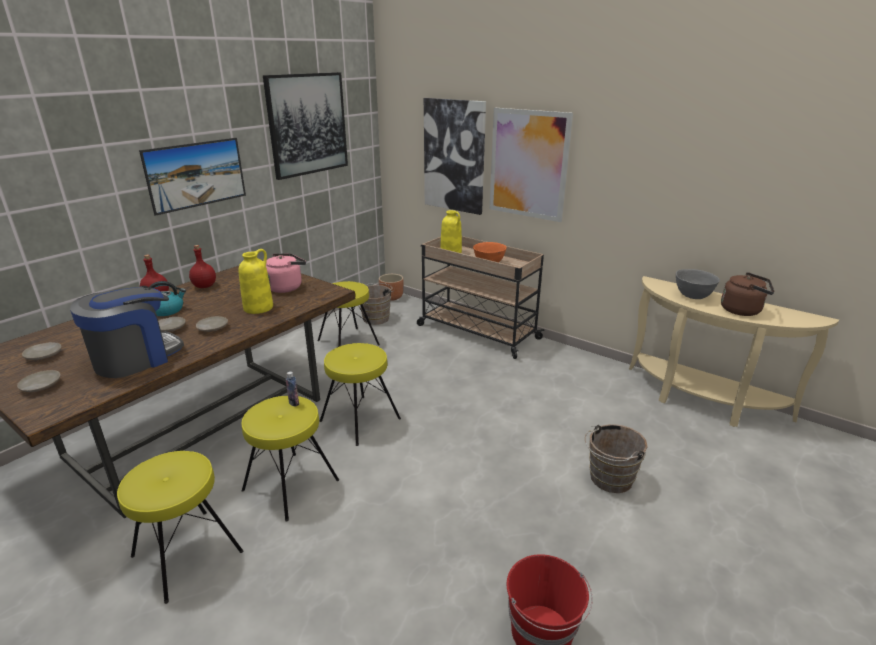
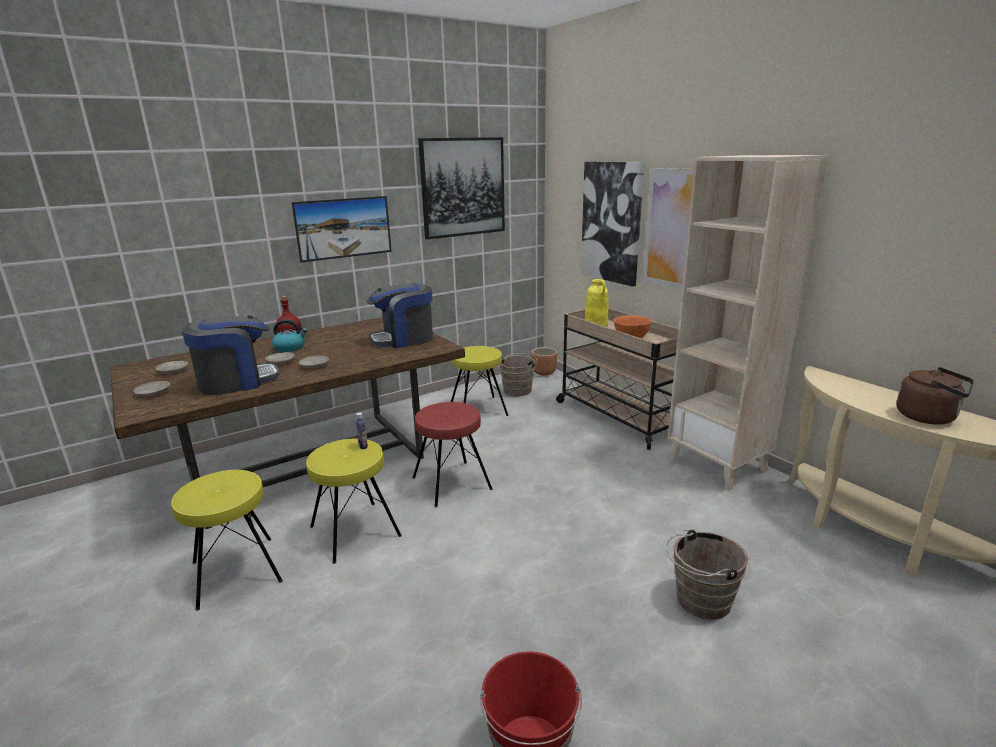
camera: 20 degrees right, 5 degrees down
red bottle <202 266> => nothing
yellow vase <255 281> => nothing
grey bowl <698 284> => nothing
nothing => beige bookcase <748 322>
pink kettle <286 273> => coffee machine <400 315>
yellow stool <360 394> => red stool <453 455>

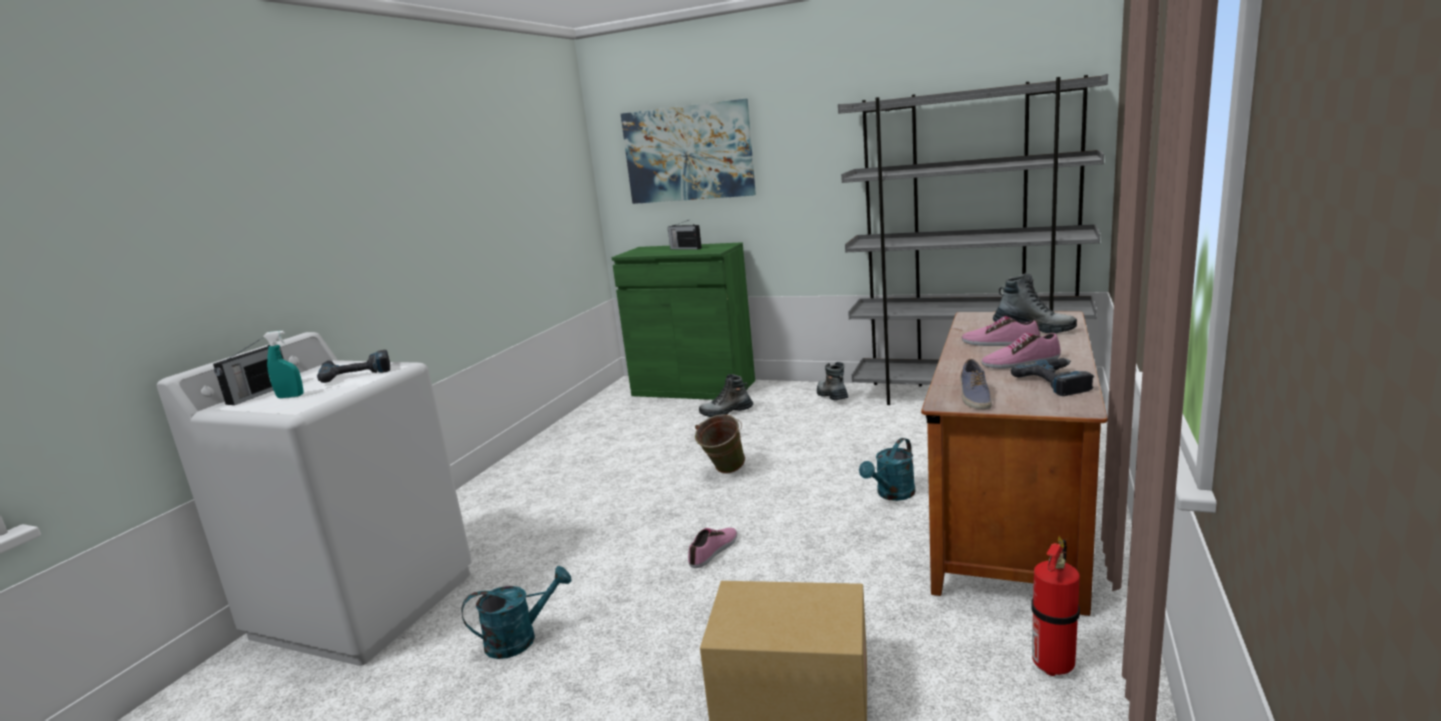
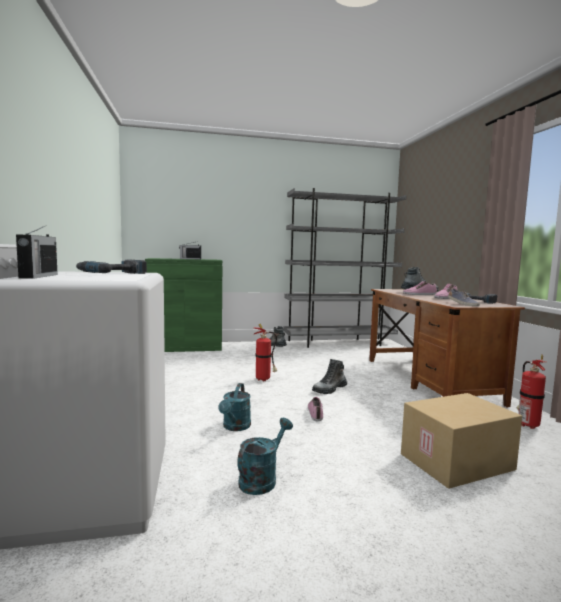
camera: 35 degrees left, 10 degrees down
turquoise spray bottle <283 364> => nothing
picture <688 151> => nothing
boot <726 395> => boot <329 376>, move
turquoise watering can <887 469> => turquoise watering can <234 407>, move
green bucket <720 444> => fire extinguisher <265 352>

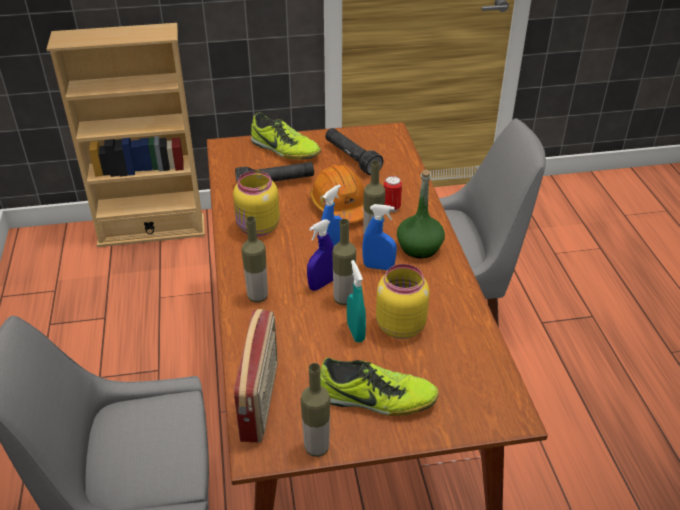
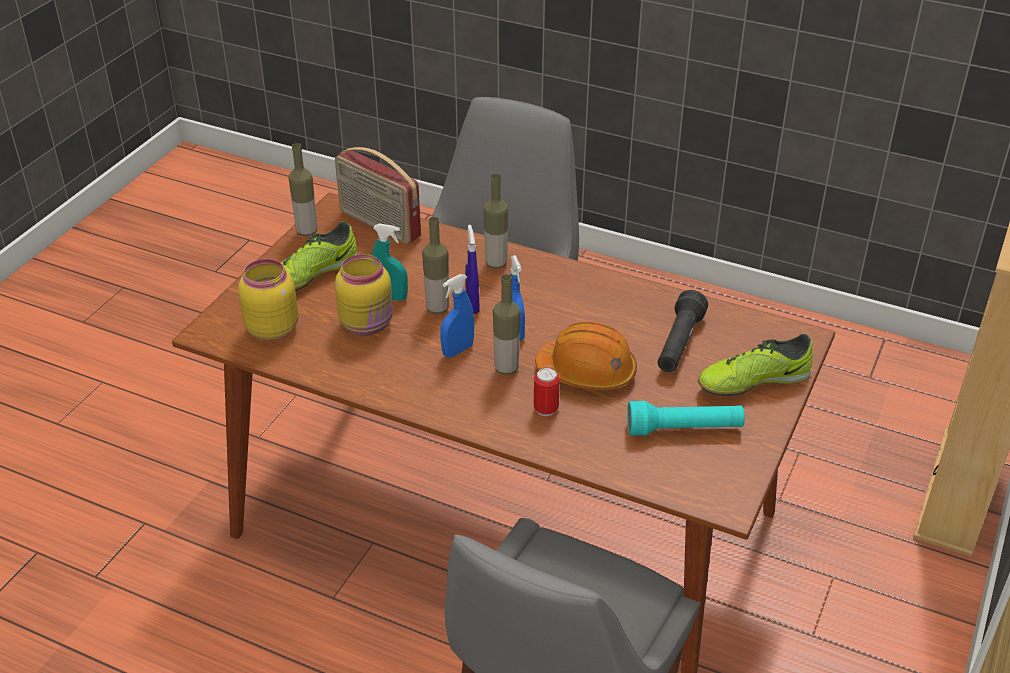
camera: 125 degrees right, 0 degrees up
green bottle <421 214> => nothing
yellow jar <256 203> => yellow jar <268 300>, move
black flashlight <354 151> => turquoise flashlight <686 418>

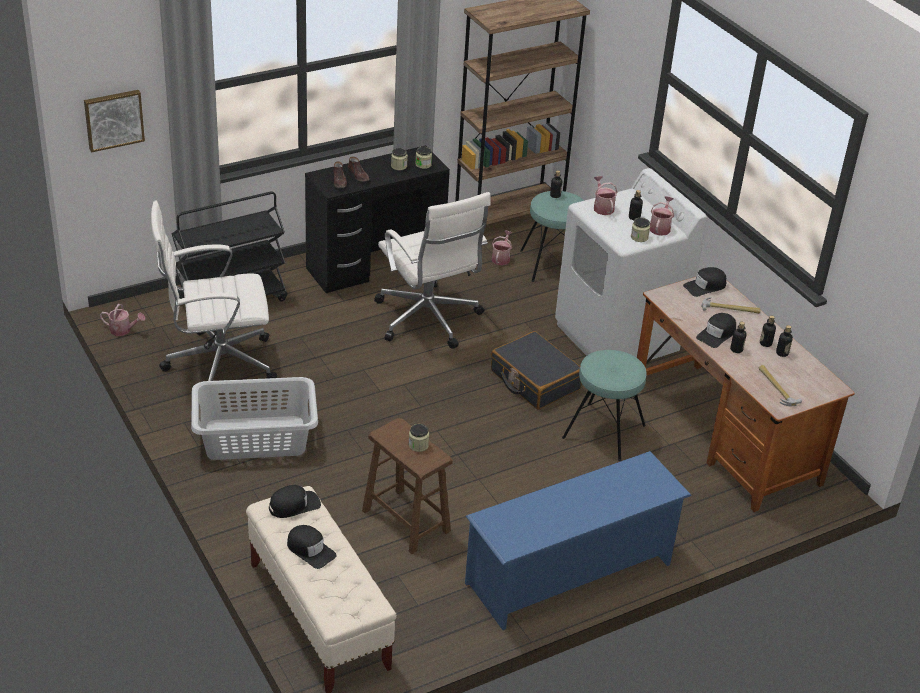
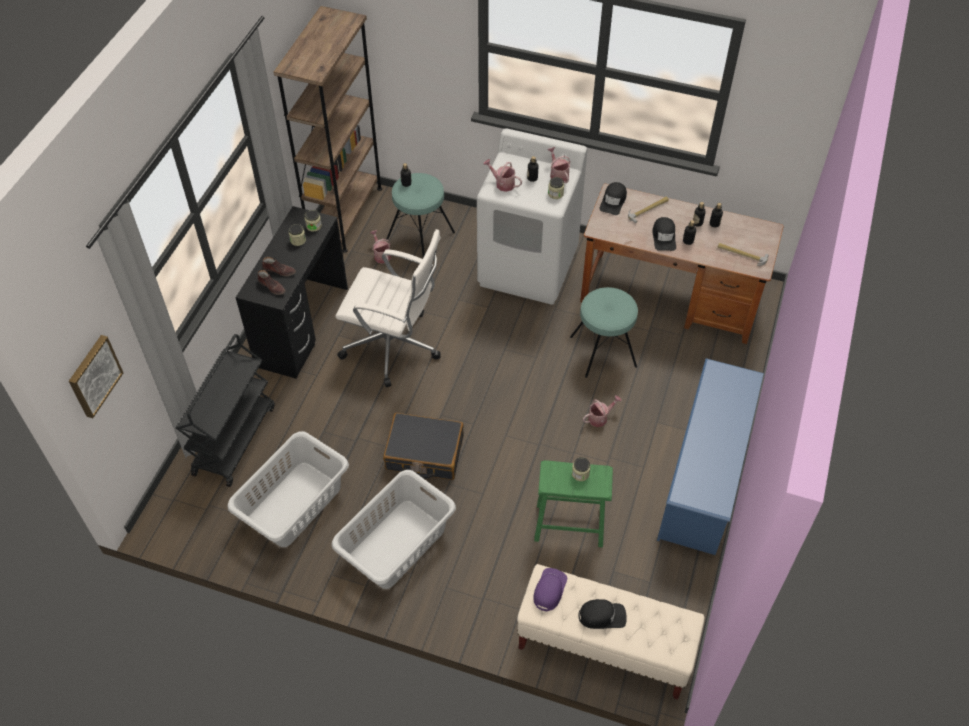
camera: 40 degrees left, 15 degrees up
watering can <122 320> => watering can <602 411>, move
black suitcase <536 370> => black suitcase <423 446>, move
white office chair <214 291> => grey laundry basket <288 489>
black cap <295 501> => purple cap <550 589>
brown stool <407 486> => green stool <573 503>

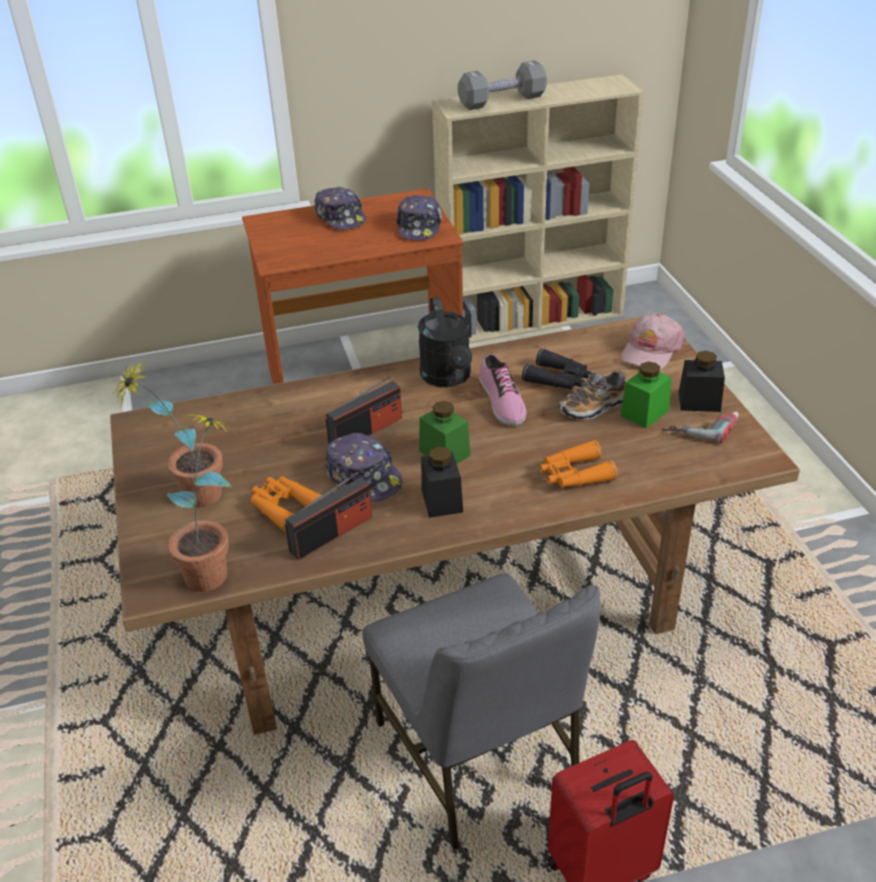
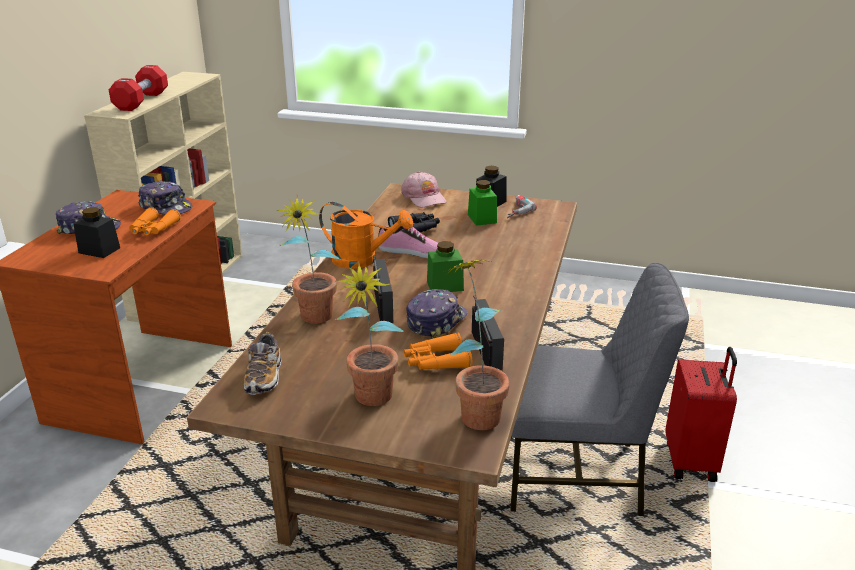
camera: 60 degrees left, 10 degrees down
nothing => potted plant <308 259>
black jar <442 482> => black jar <96 232>, move
orange binoculars <578 464> => orange binoculars <155 221>, move
shoe <593 395> => shoe <263 363>, move
black watering can <445 342> => orange watering can <366 235>
grey dumbbell <502 85> => red dumbbell <138 88>
cap <363 467> => cap <436 314>, 45 degrees counterclockwise

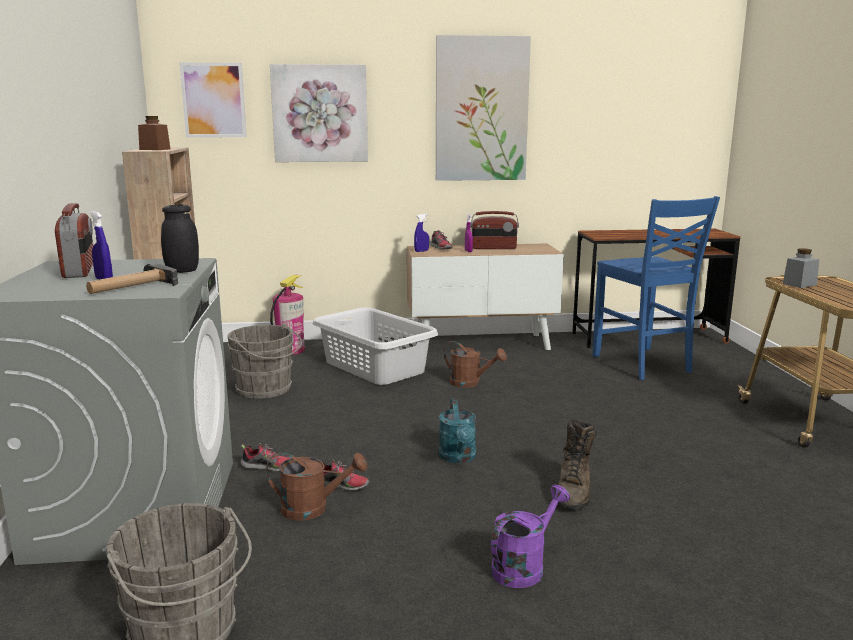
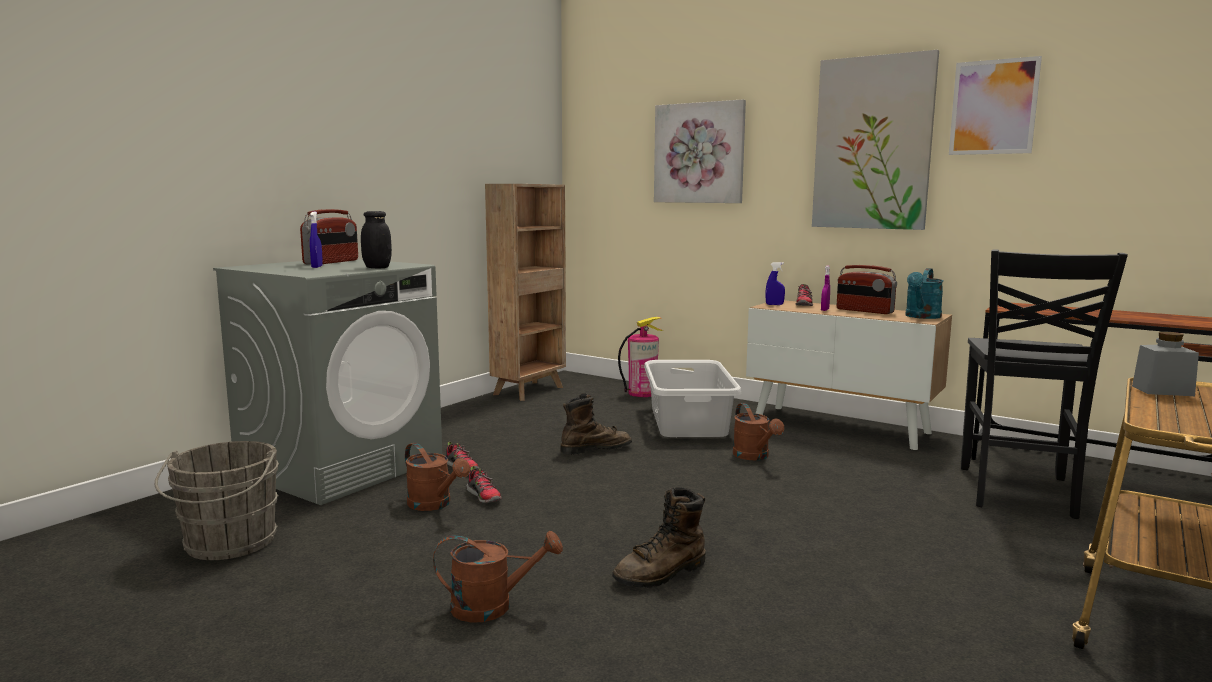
camera: 40 degrees right, 5 degrees down
hammer <132 279> => nothing
brown jar <154 133> => nothing
grey bucket <265 361> => nothing
nothing => brown boot <596 424>
picture <213 99> => picture <995 105>, move
turquoise watering can <457 431> => turquoise watering can <924 293>, move
purple watering can <530 536> => brown watering can <498 577>
blue chair <656 288> => black chair <1044 384>

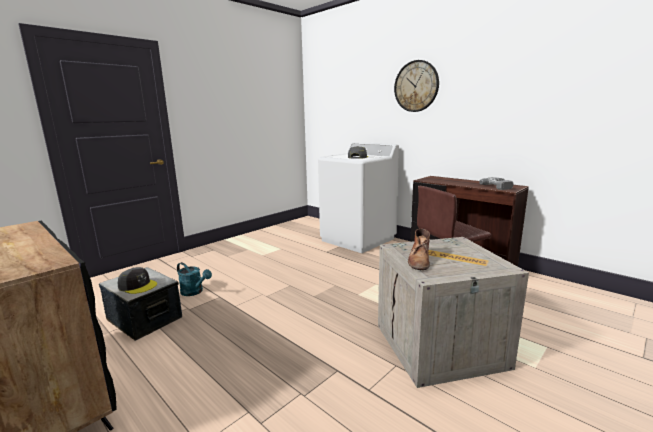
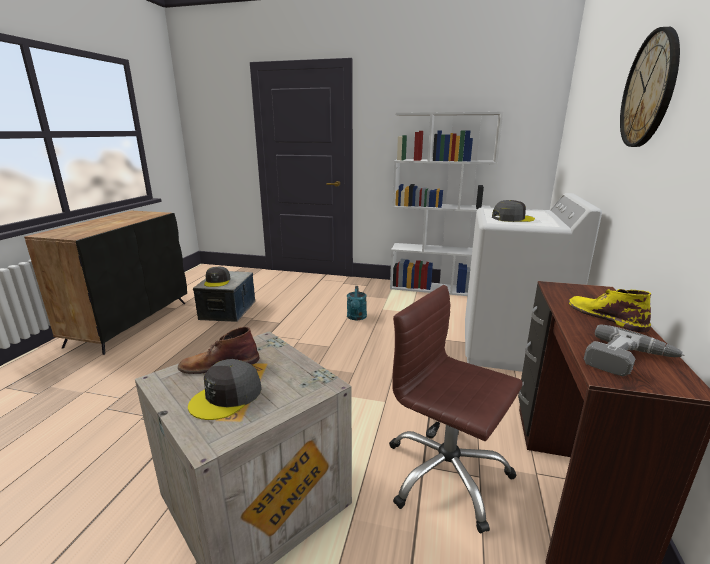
camera: 60 degrees right, 5 degrees up
nothing => grey cap <225 389>
nothing => white bookcase <446 204>
nothing => yellow boot <610 310>
turquoise watering can <194 279> => turquoise watering can <357 303>, move

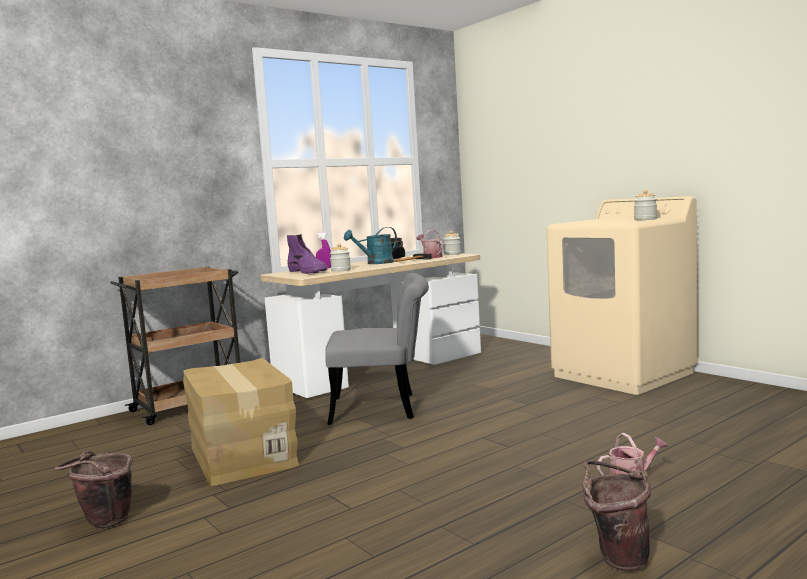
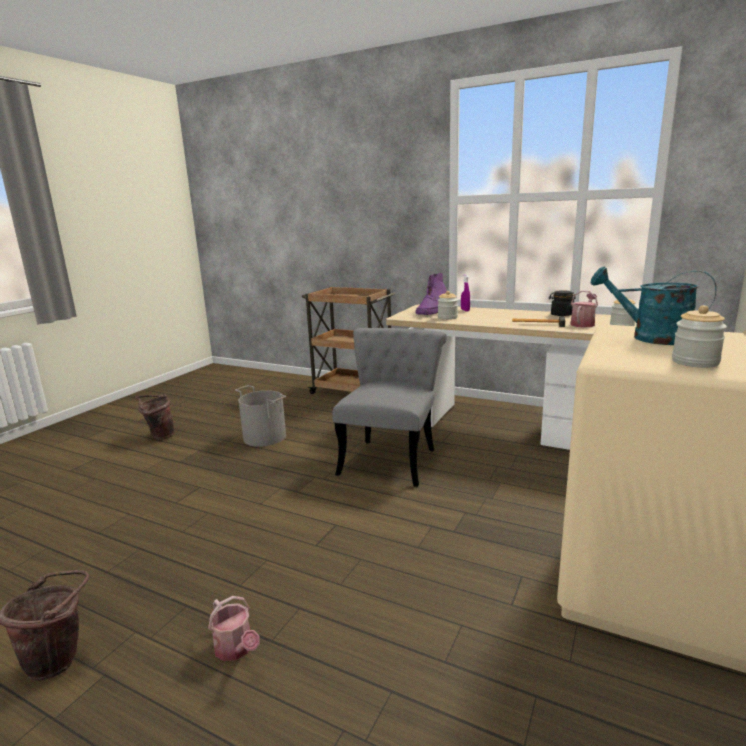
camera: 65 degrees right, 10 degrees up
turquoise watering can <370 245> => turquoise watering can <654 305>, move
cardboard box <241 422> => grey bucket <260 416>
grey chair <377 349> => grey chair <389 407>, 135 degrees counterclockwise

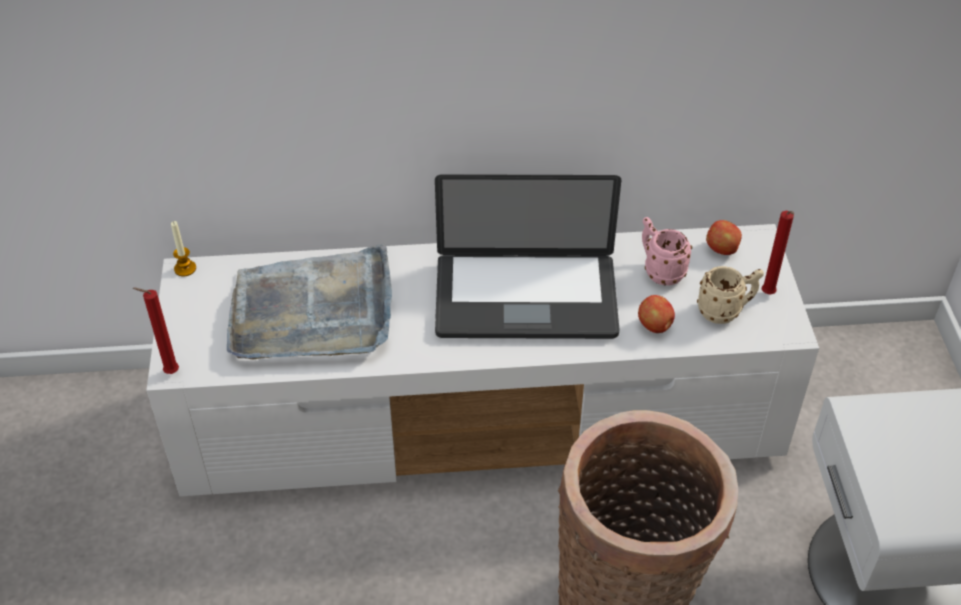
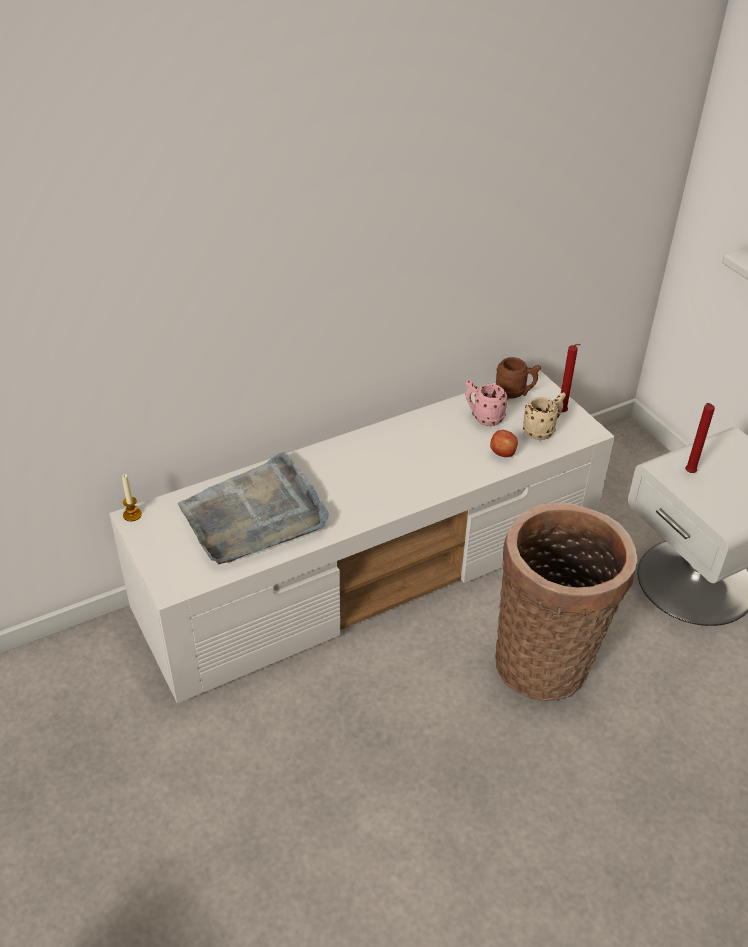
camera: 25 degrees left, 5 degrees down
laptop <528 256> => nothing
red candle <156 331> => red candle <700 438>, move
apple <724 237> => brown mug <518 377>

